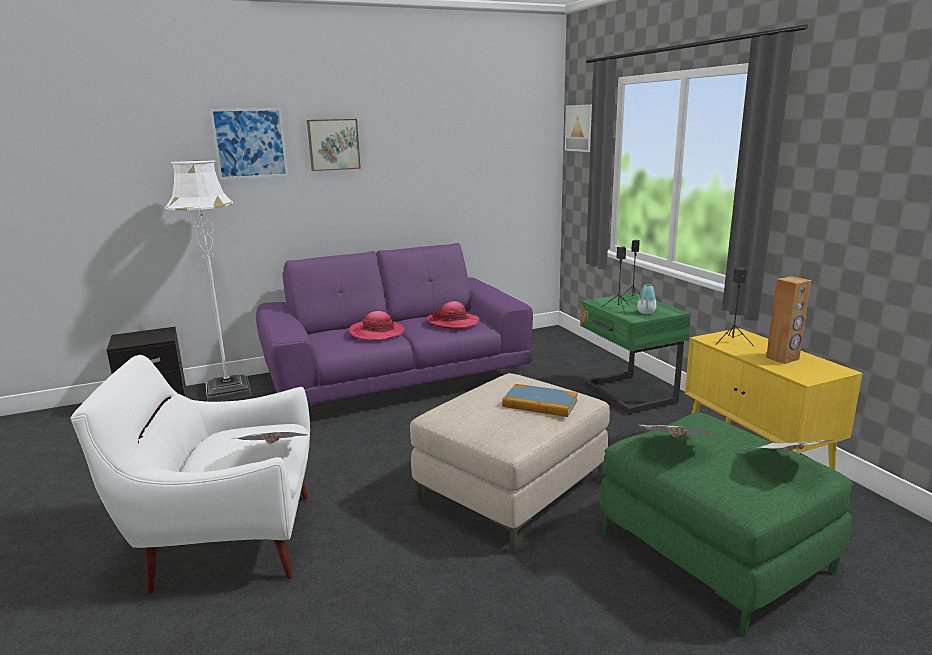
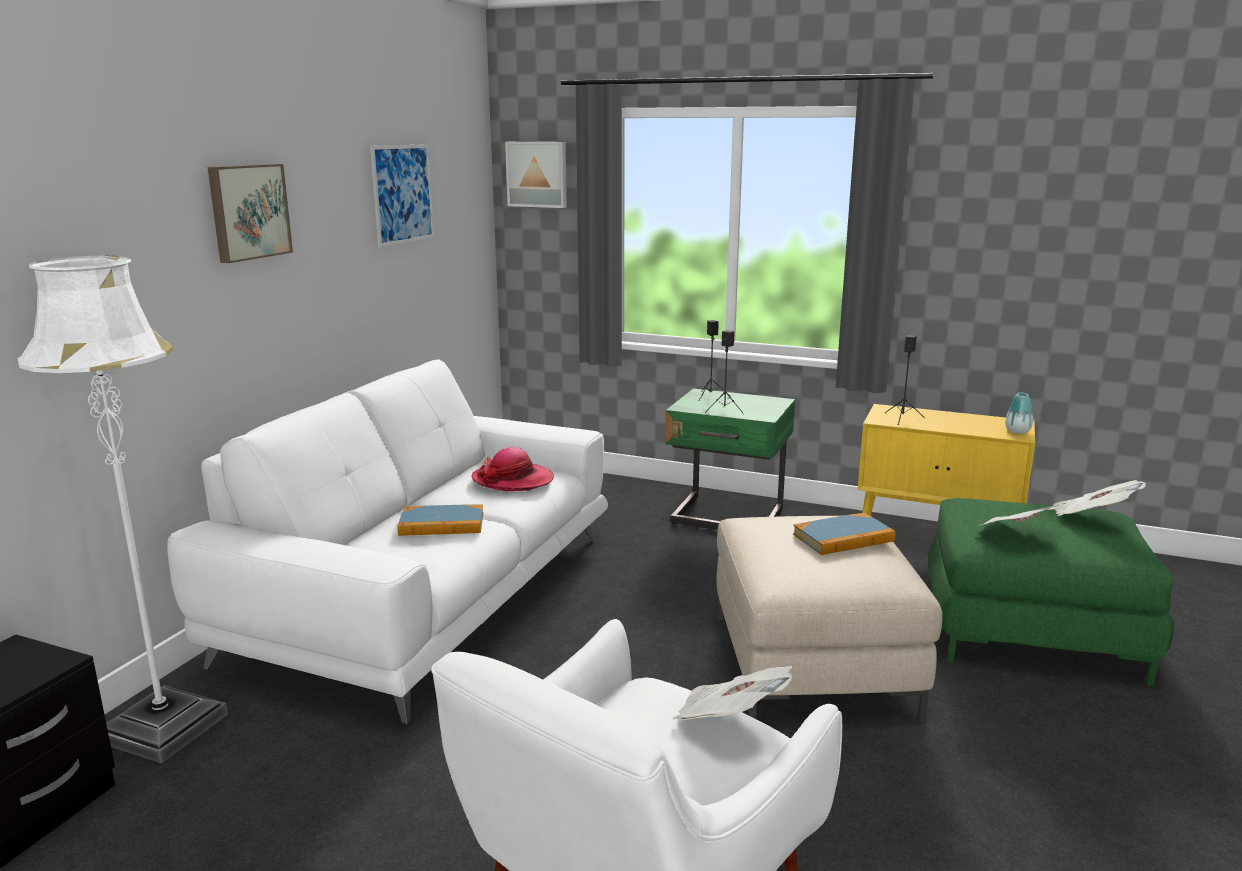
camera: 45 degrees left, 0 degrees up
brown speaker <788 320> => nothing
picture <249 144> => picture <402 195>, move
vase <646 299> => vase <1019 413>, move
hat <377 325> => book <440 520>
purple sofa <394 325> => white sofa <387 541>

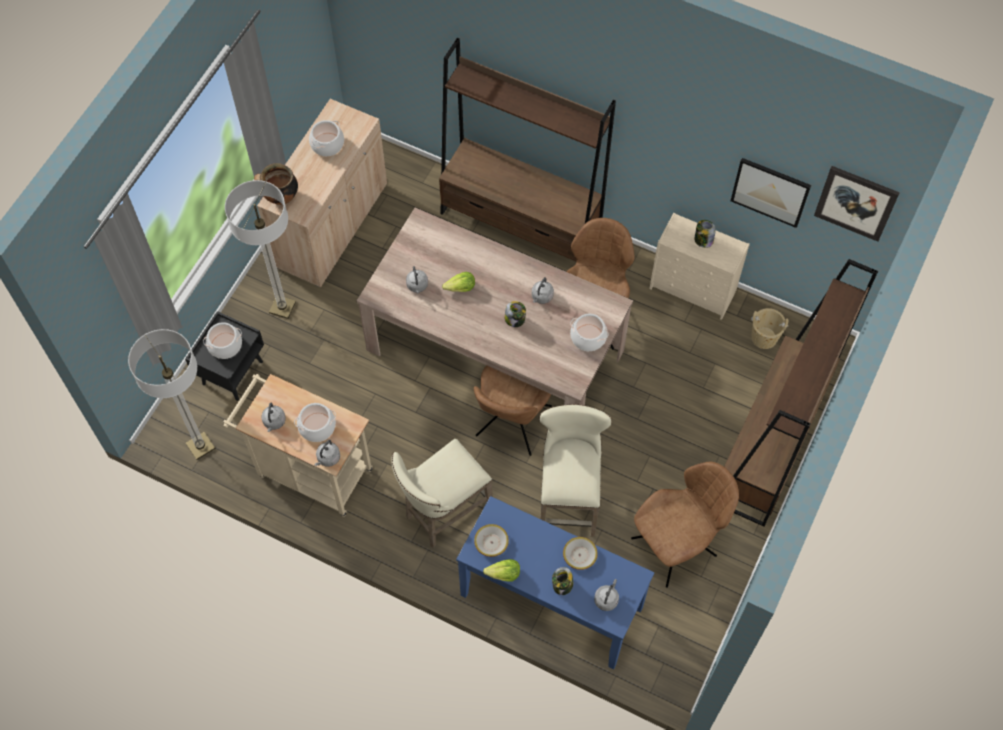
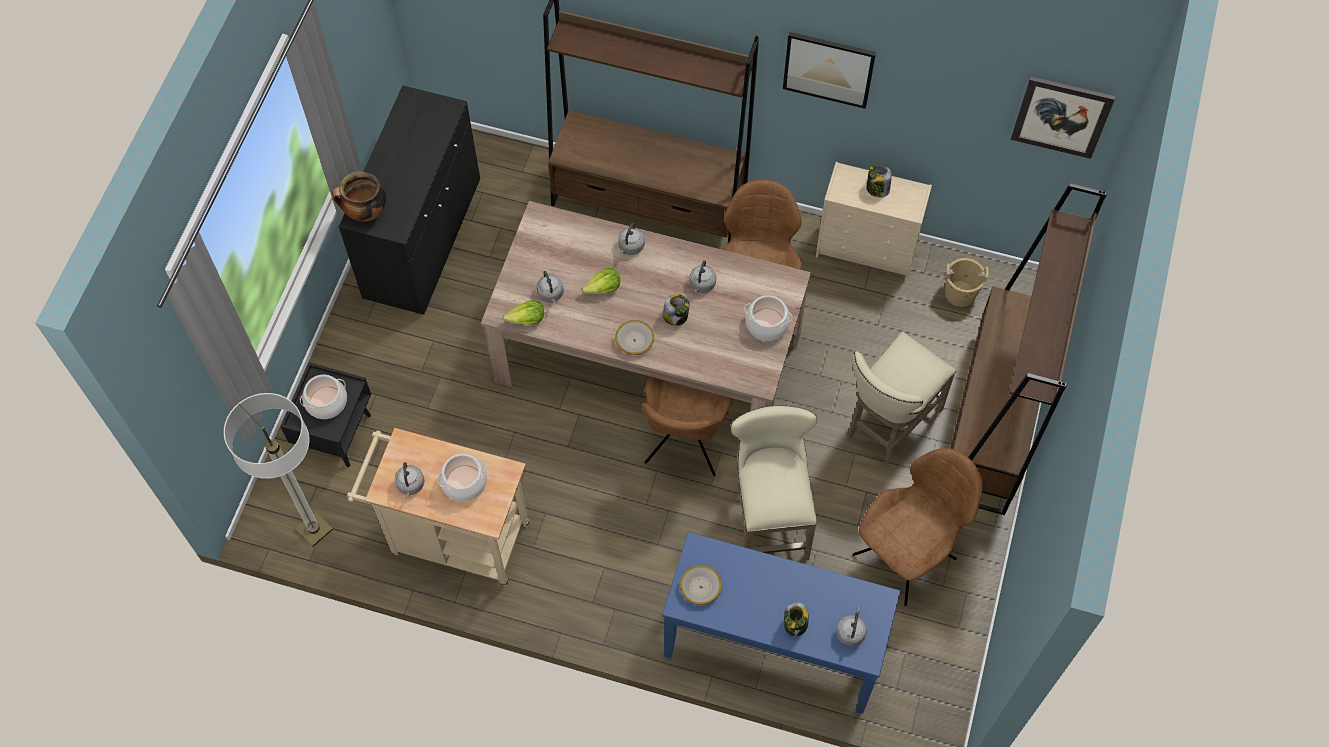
camera: 10 degrees left, 0 degrees up
floor lamp <260 249> => nothing
cooking pot <326 138> => nothing
grey kettle <327 453> => grey kettle <631 239>, move
beige stool <442 493> => beige stool <901 398>, move
lettuce <501 570> => lettuce <523 312>, move
bowl <580 553> => bowl <634 337>, move
picture <771 193> => picture <829 70>, move
beige cabinet <322 193> => black cabinet <409 200>

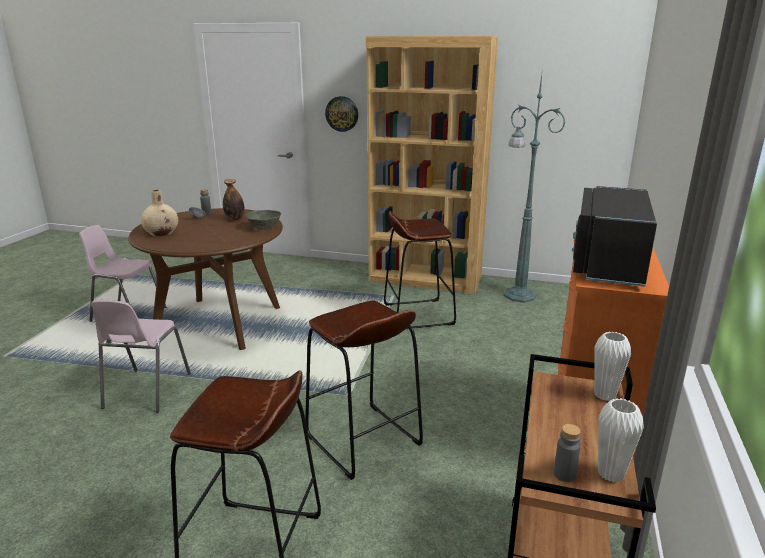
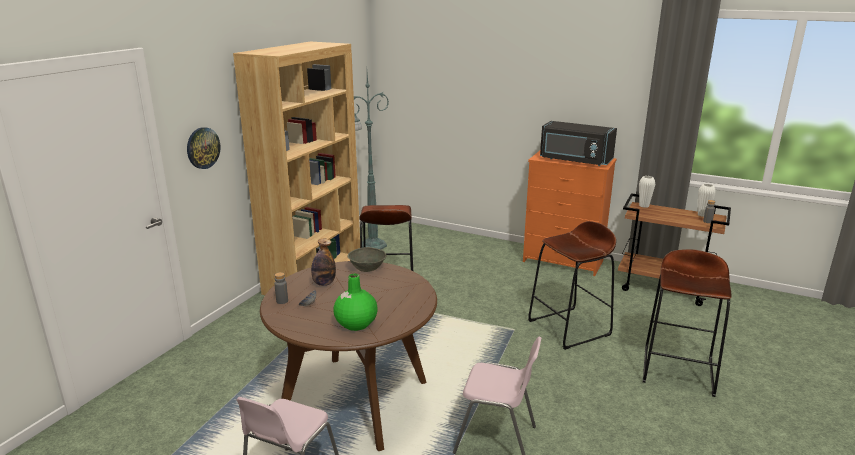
camera: 80 degrees left, 0 degrees up
beige vase <159 213> => green vase <355 302>

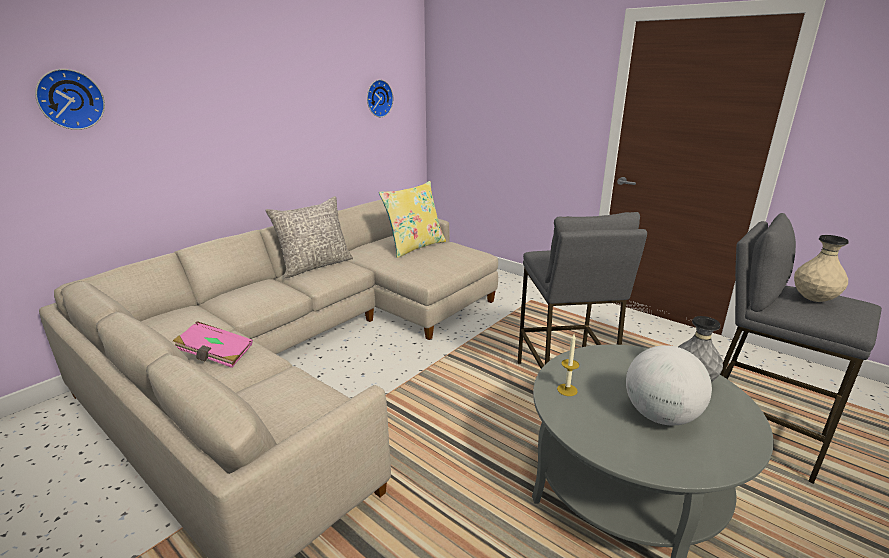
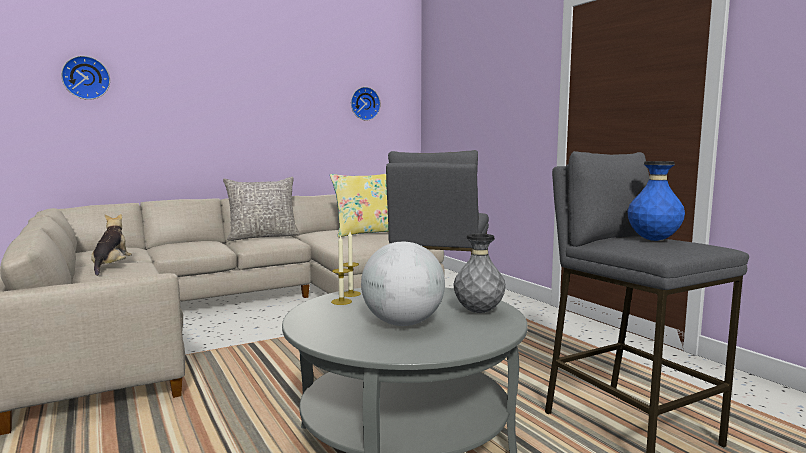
camera: 20 degrees right, 15 degrees down
nothing => candle <352 264>
pink book <213 344> => plush toy <111 245>
beige vase <821 268> => blue vase <656 201>

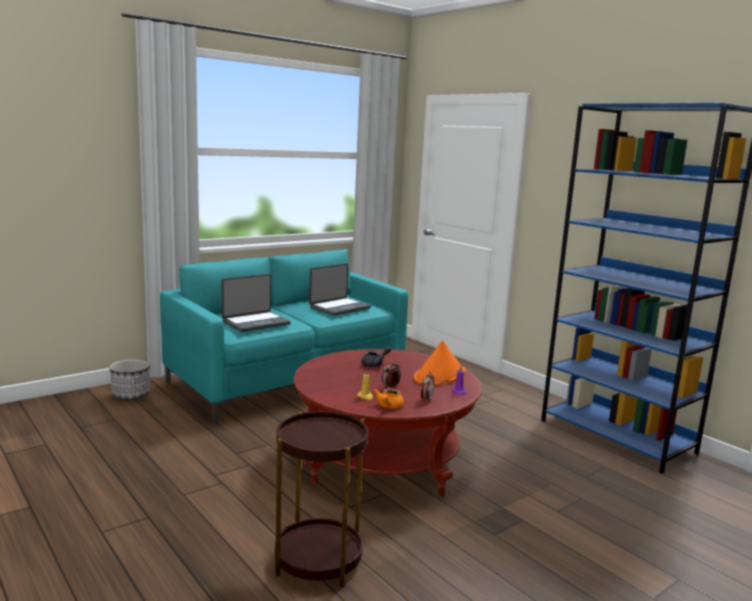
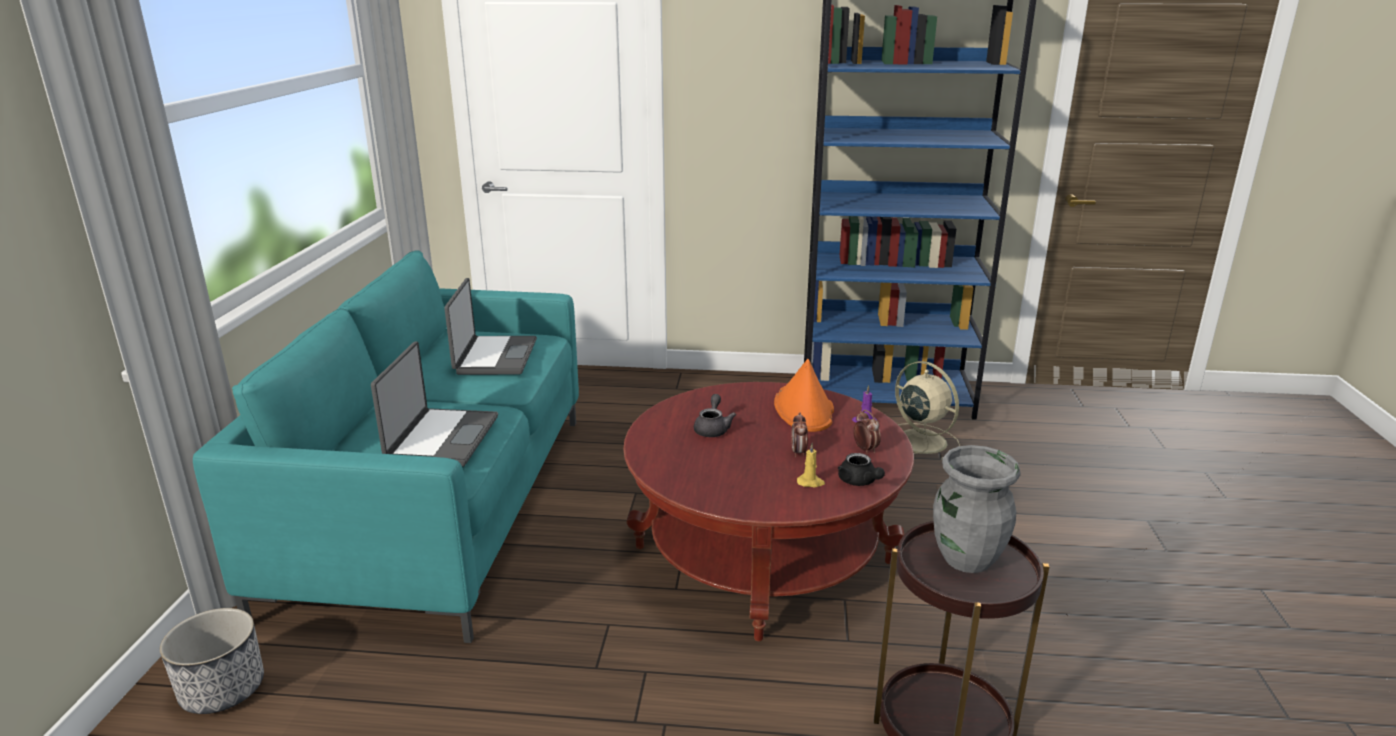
camera: 45 degrees left, 10 degrees up
nothing => beige fan <927 410>
nothing => grey vase <977 509>
orange teapot <388 398> => black teapot <861 469>

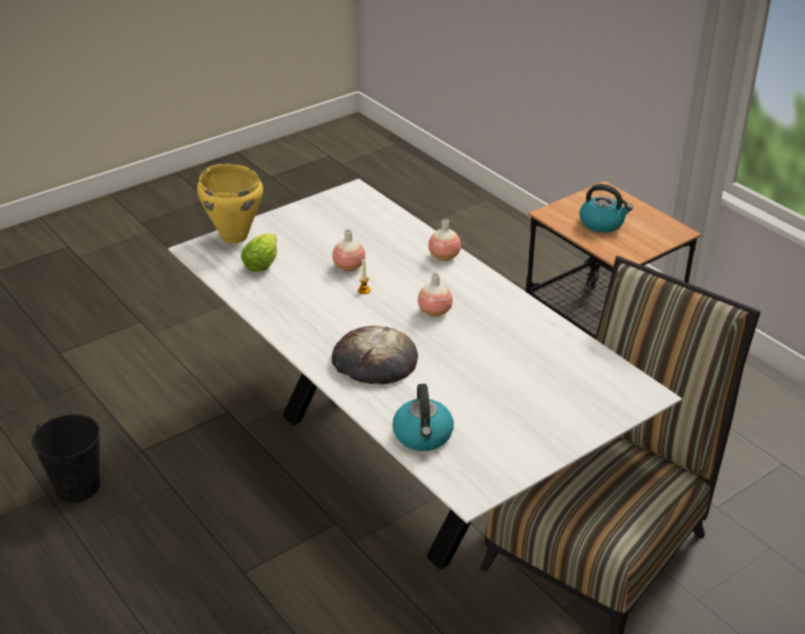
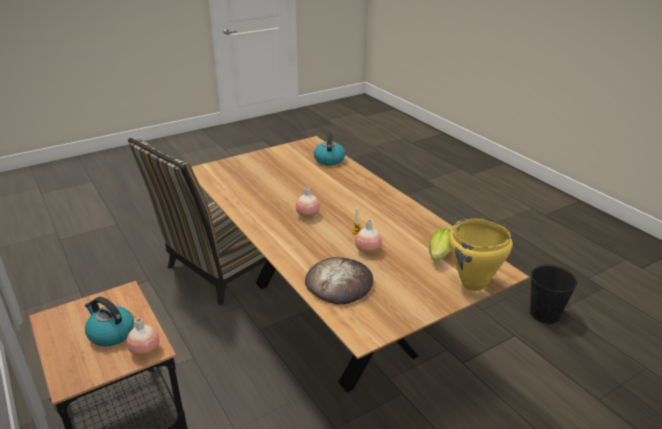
camera: 175 degrees left, 5 degrees down
bread <375 355> => bread <339 281>, move
vase <444 240> => vase <143 337>, move
white dining table <425 374> => brown dining table <360 264>

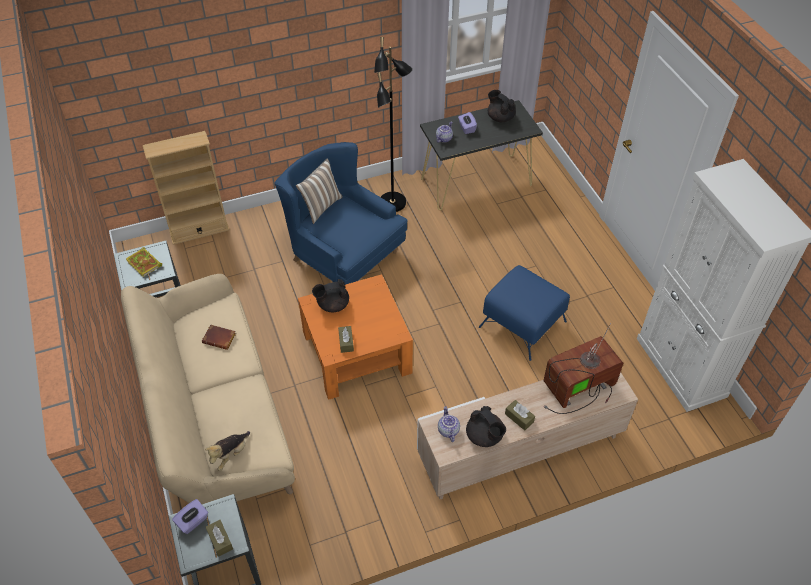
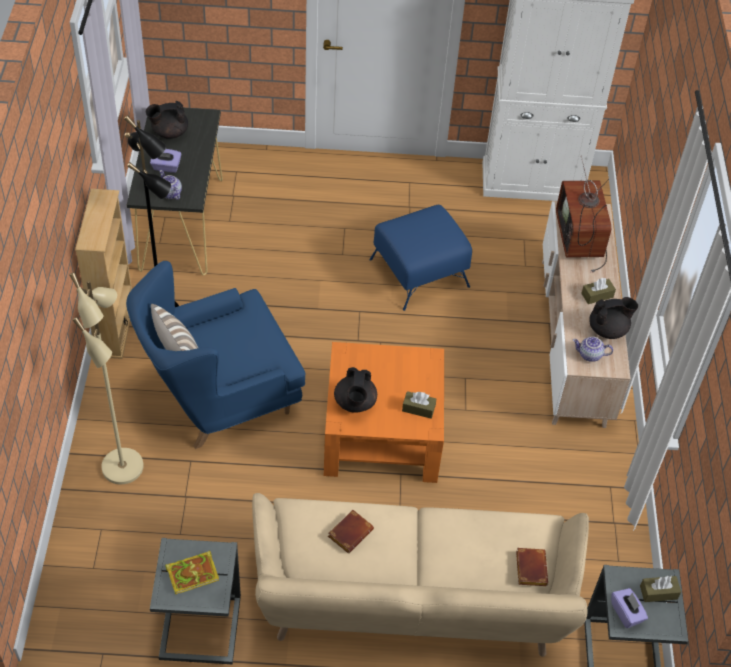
camera: 70 degrees left, 0 degrees up
nothing => beige floor lamp <107 378>
beige bookcase <186 188> => beige bookcase <103 274>, move
plush toy <227 451> => brown book <532 567>

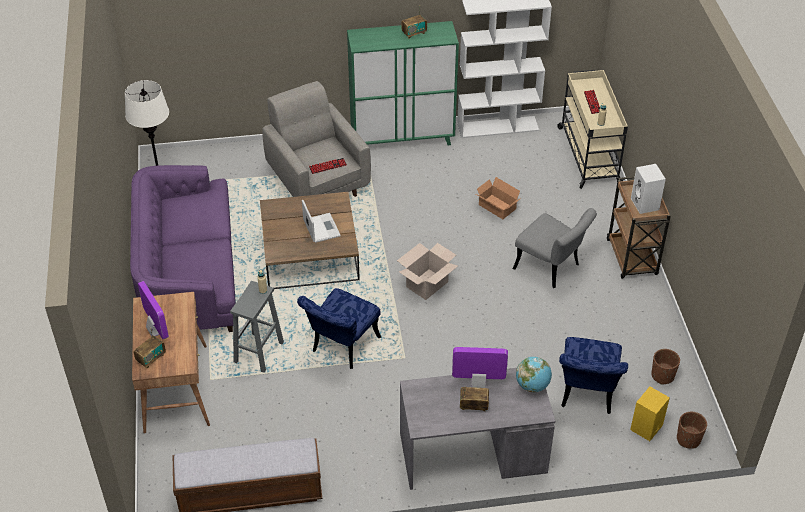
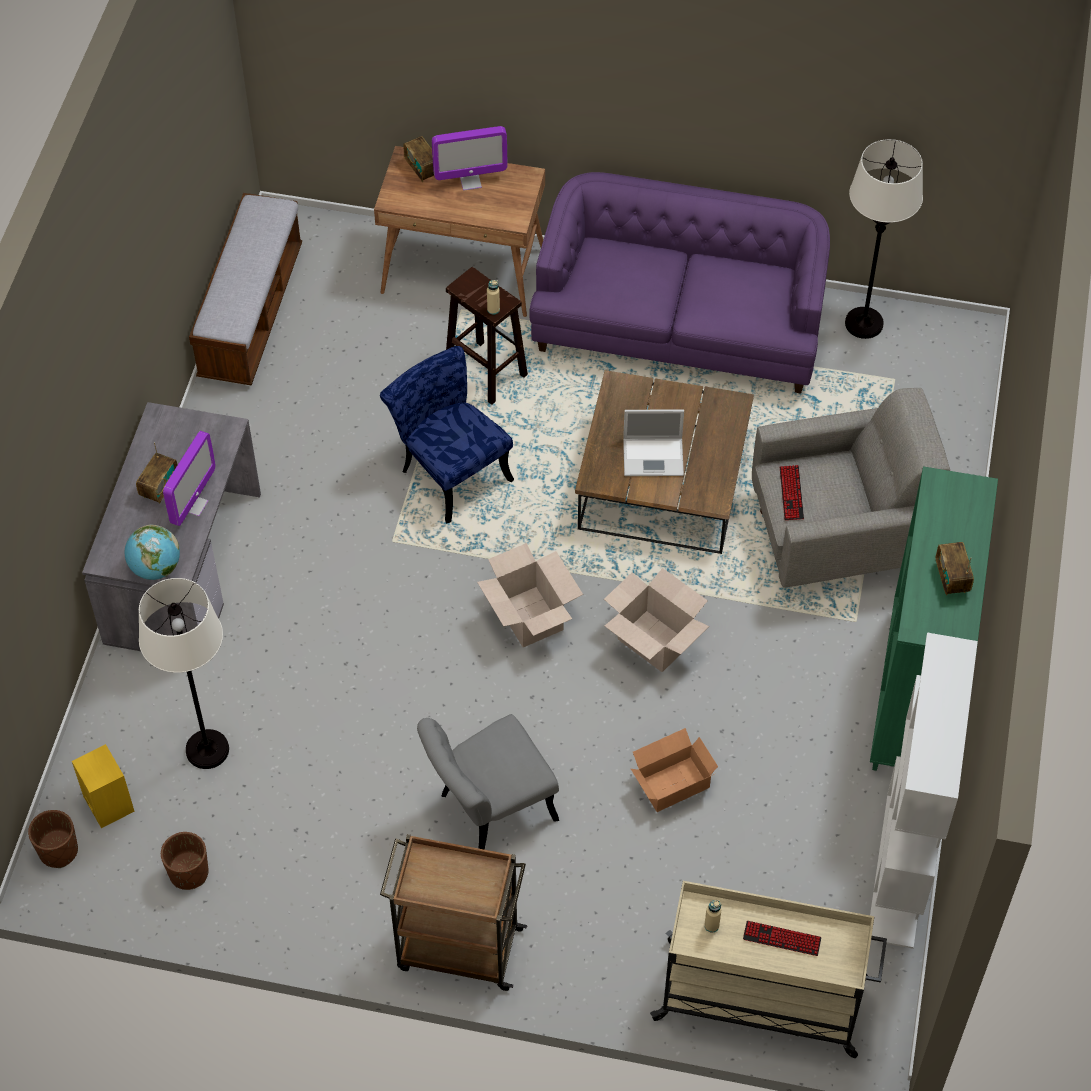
camera: 110 degrees right, 10 degrees up
white speaker <648 189> => nothing
nothing => cardboard box <656 620>
blue chair <593 375> => white floor lamp <184 673>
grey stool <257 327> => brown stool <487 336>

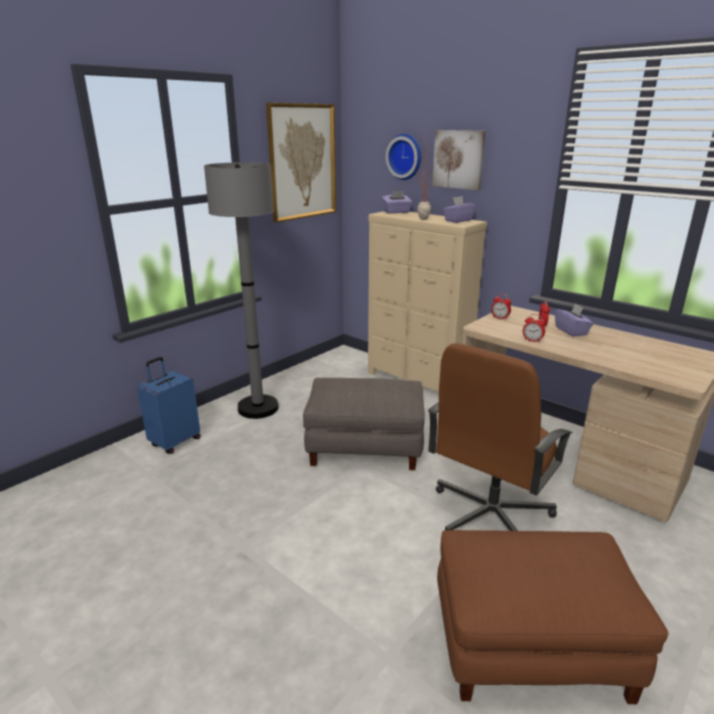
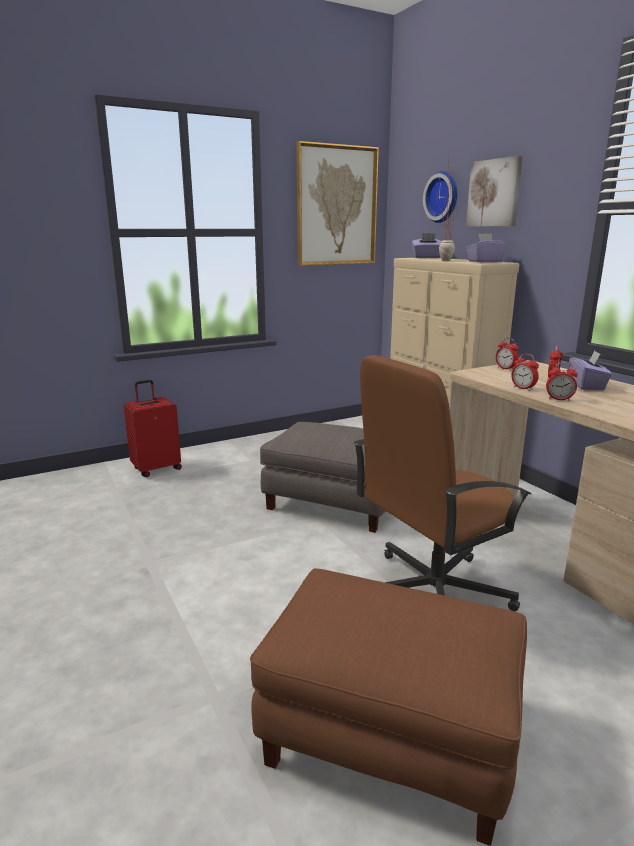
camera: 20 degrees right, 5 degrees down
grey floor lamp <241 290> => nothing
nothing => alarm clock <562 381>
blue suitcase <169 405> => red suitcase <153 428>

